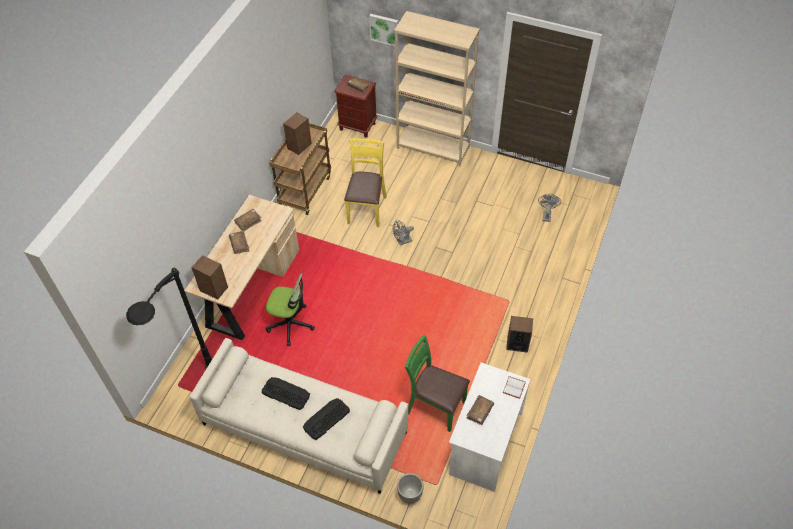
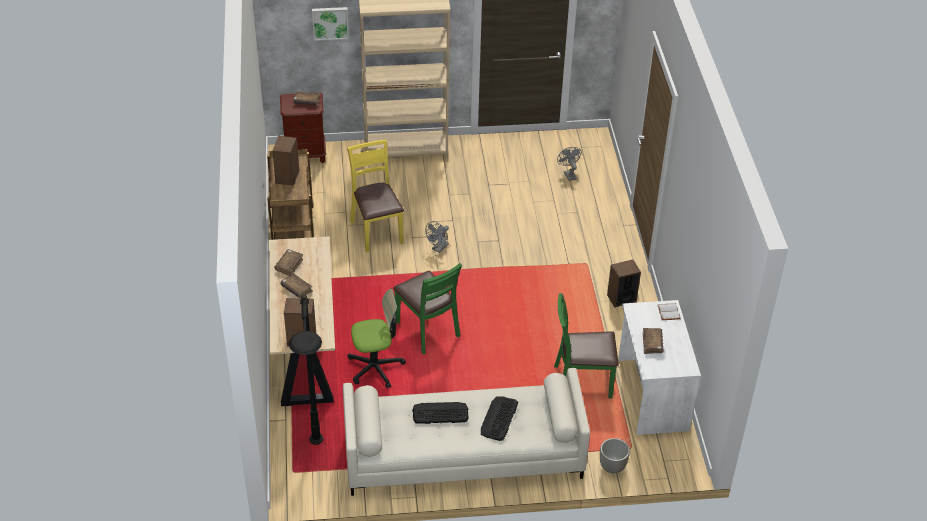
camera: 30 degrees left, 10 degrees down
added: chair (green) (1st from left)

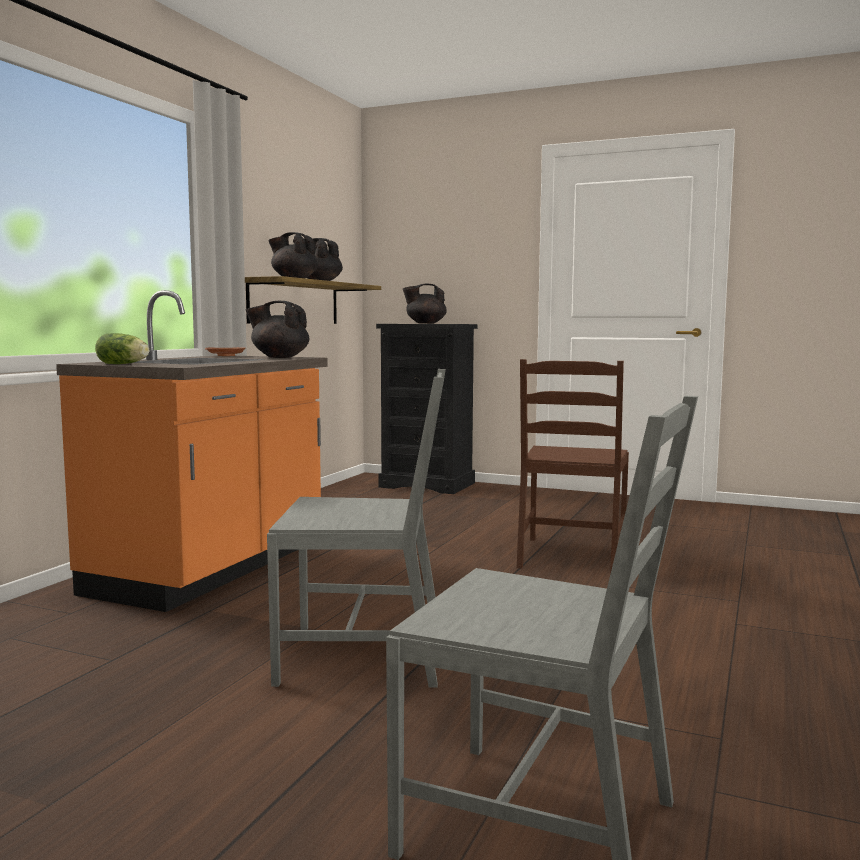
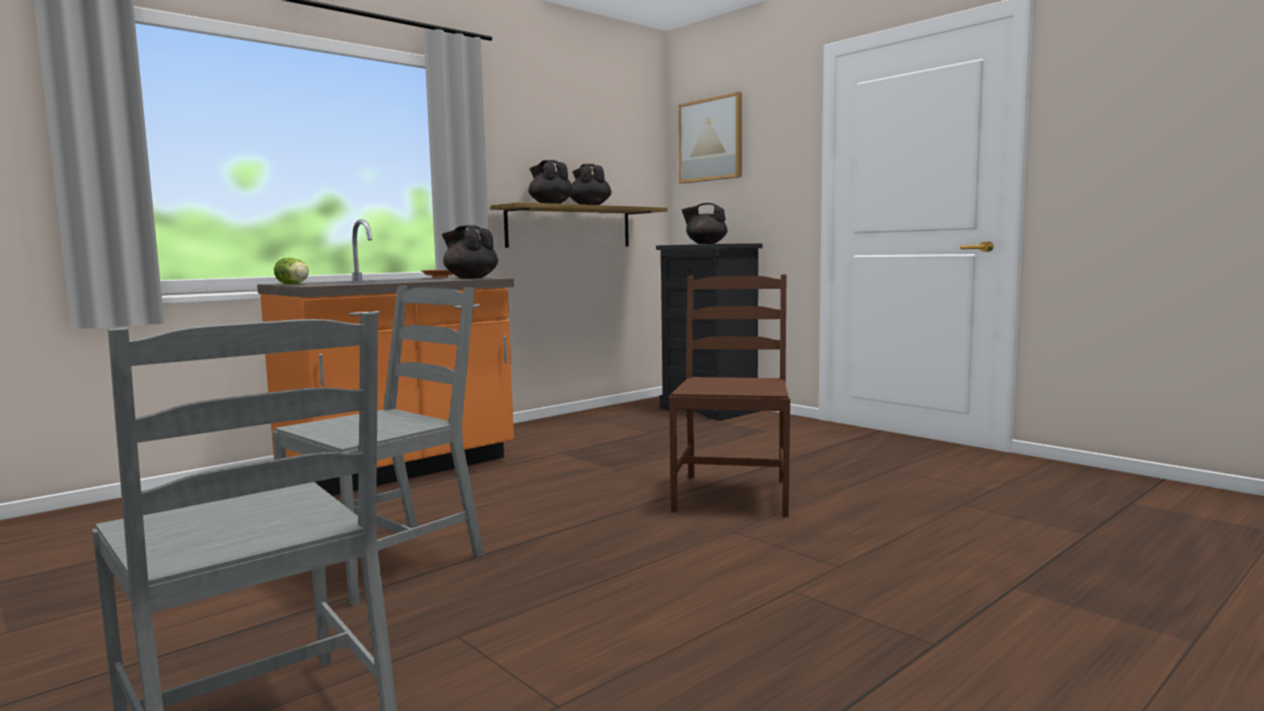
camera: 25 degrees right, 0 degrees up
added: picture
turned: chair (grey) (1st from left in the first image) 75 degrees counterclockwise; chair (brown) 150 degrees clockwise

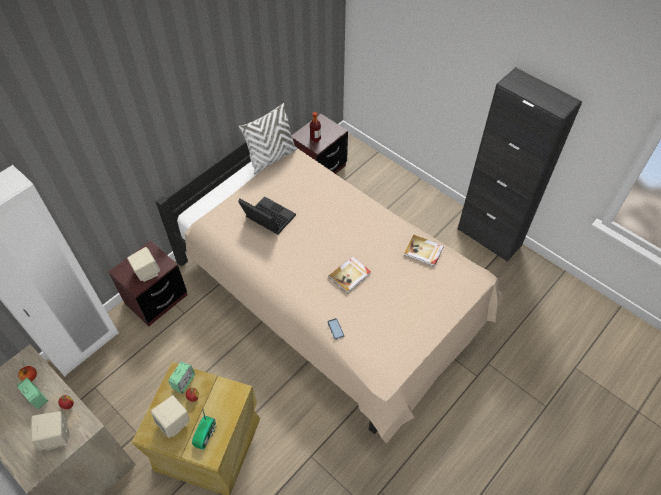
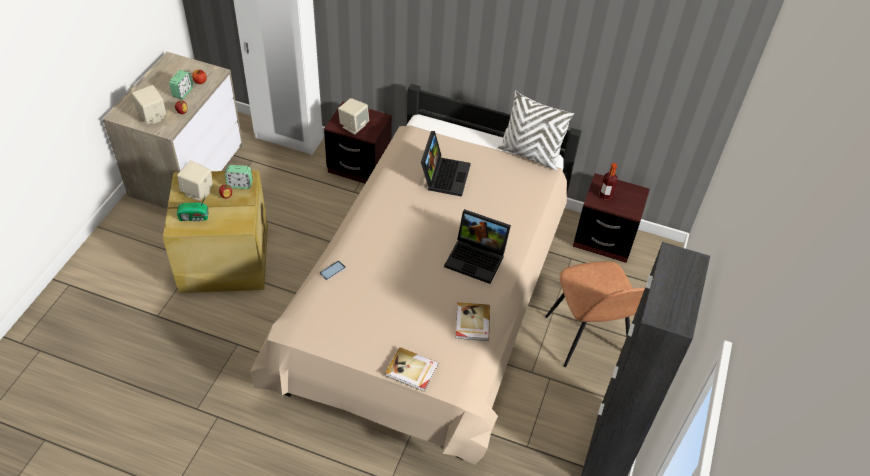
camera: 65 degrees right, 5 degrees down
added: laptop (2nd from left); chair (brown)
moved: book (1st from left)

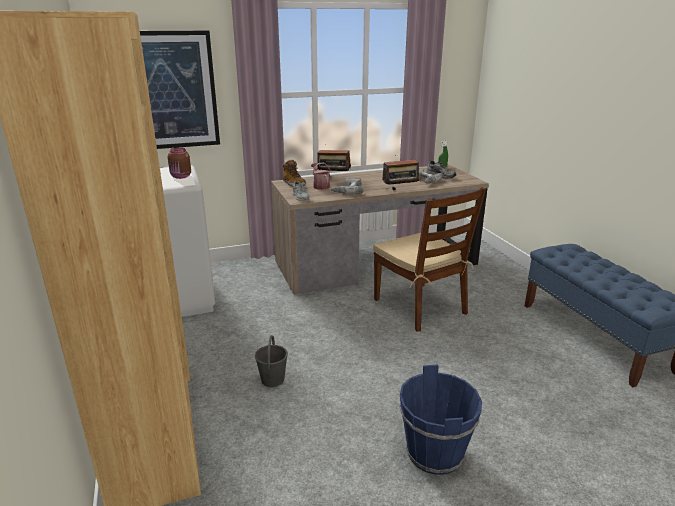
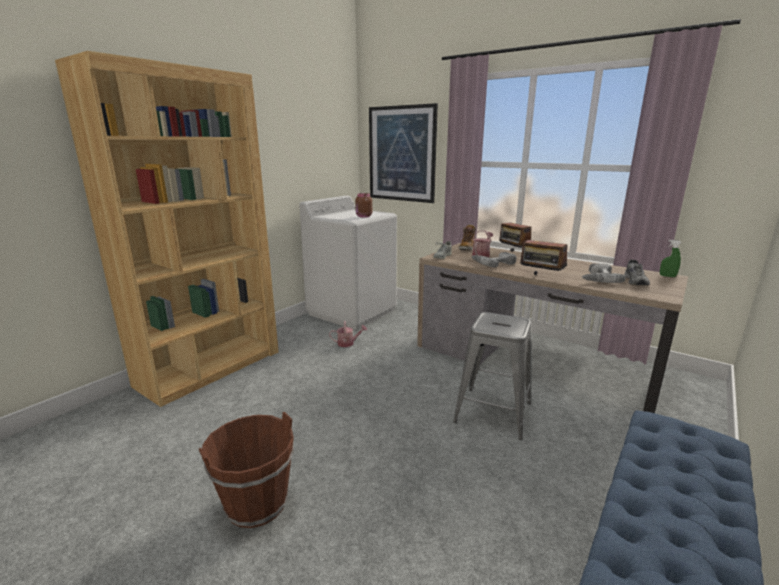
camera: 55 degrees right, 5 degrees down
removed: bucket (grey)
added: watering can (1st from left)
replaced: chair (brown) to stool (grey)
recoloured: bucket (blue) to bucket (brown)

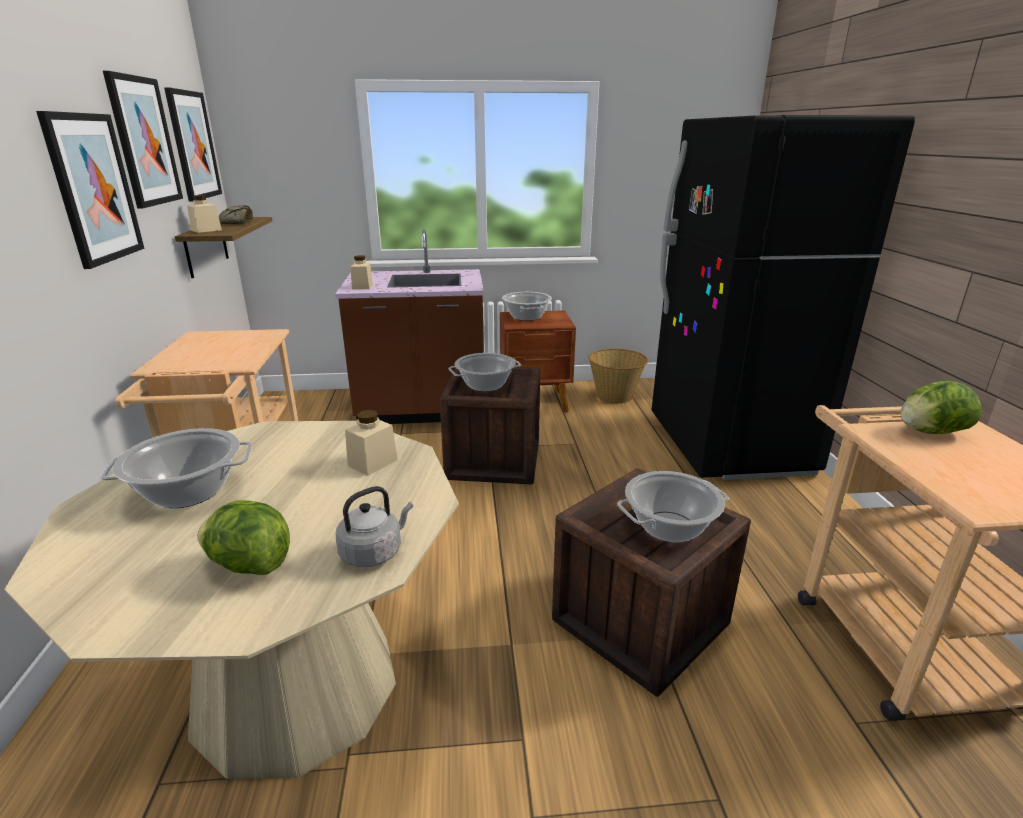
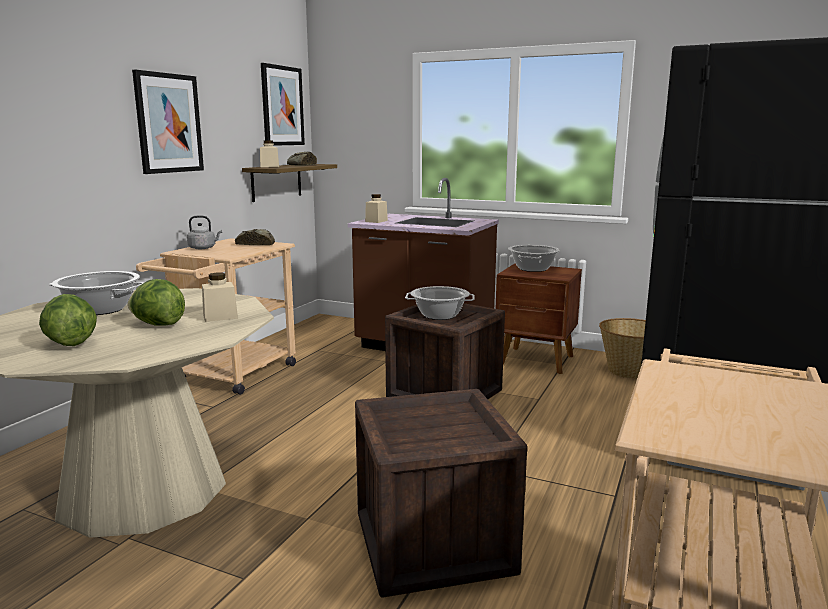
camera: 30 degrees right, 10 degrees down
removed: picture (2nd from left); cooking pot (4th from left)
added: bread (1st from left)
moved: lettuce (2nd from left); kettle (grey)

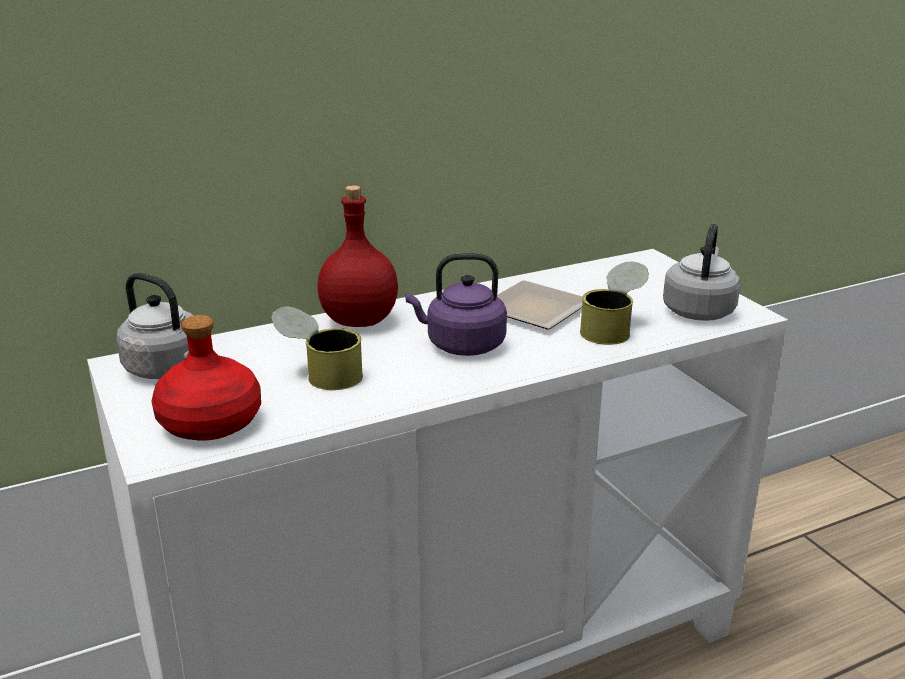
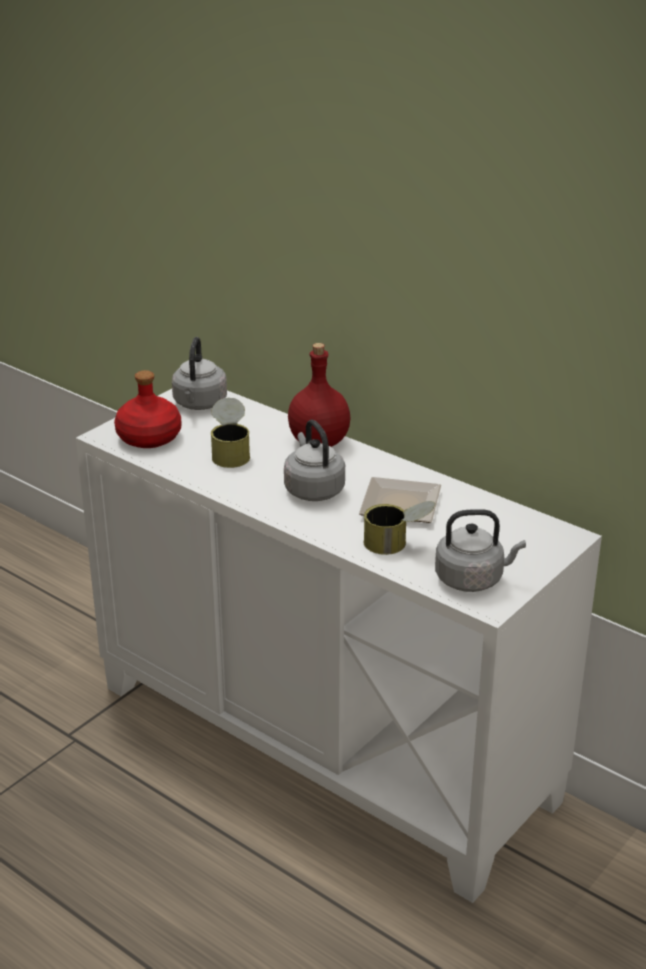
camera: 65 degrees right, 5 degrees up
recoloured: kettle (purple) to kettle (grey) (2nd from left)

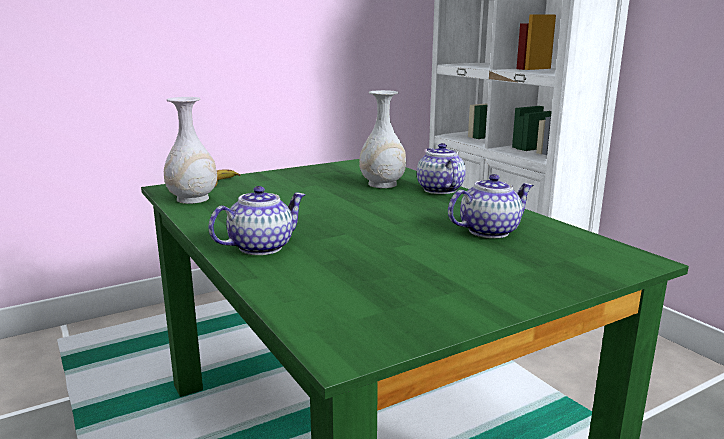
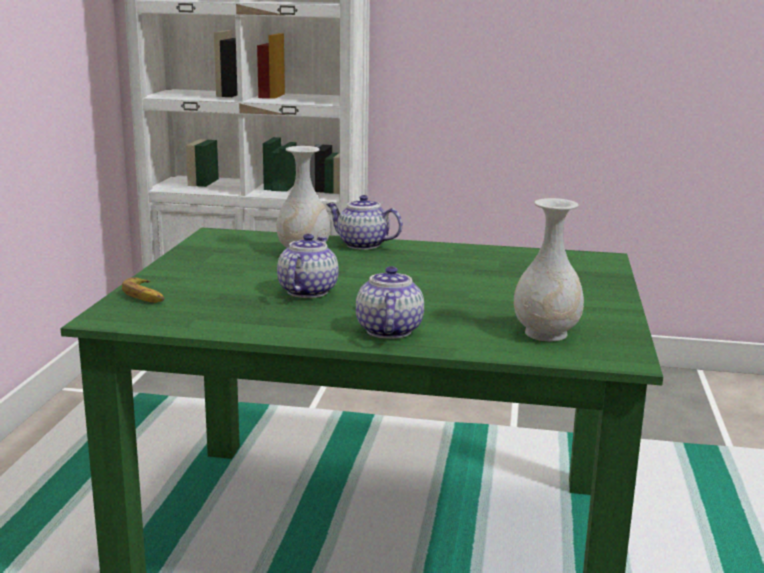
camera: 50 degrees left, 0 degrees up
moved: teapot (3rd from left in the first image) to teapot (1st from left); vase (white) (1st from left in the first image) to vase (white) (2nd from left)

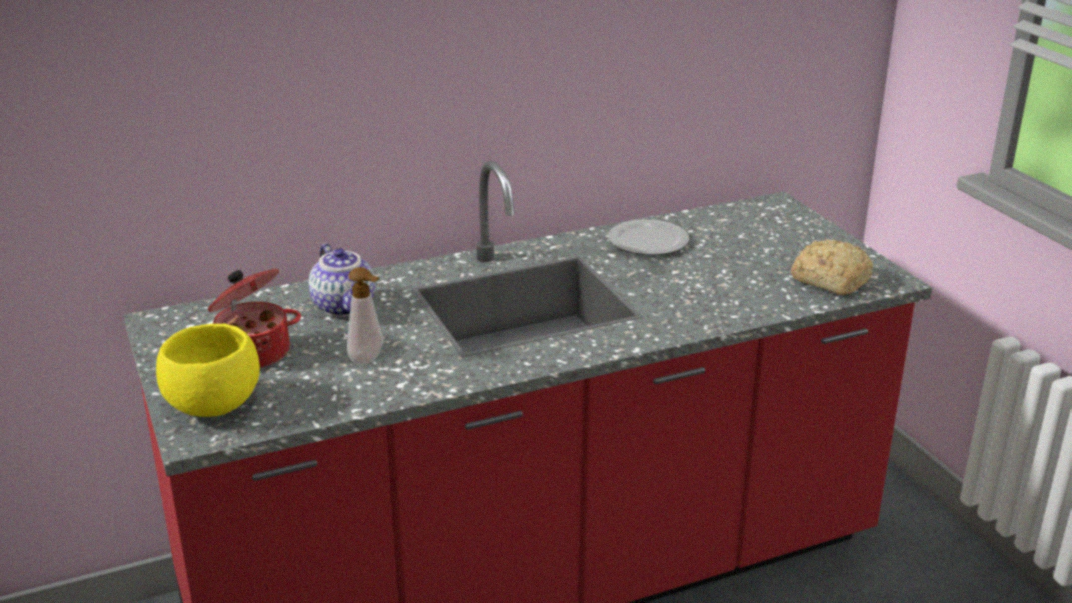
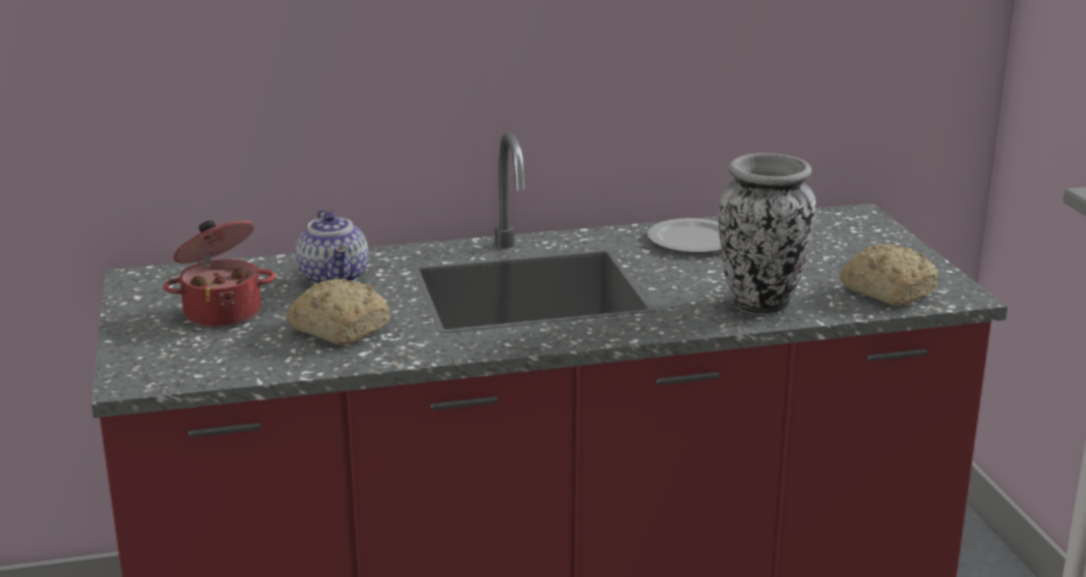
camera: 10 degrees right, 5 degrees down
removed: bowl (yellow)
added: vase
replaced: soap dispenser to bread (1st from left)

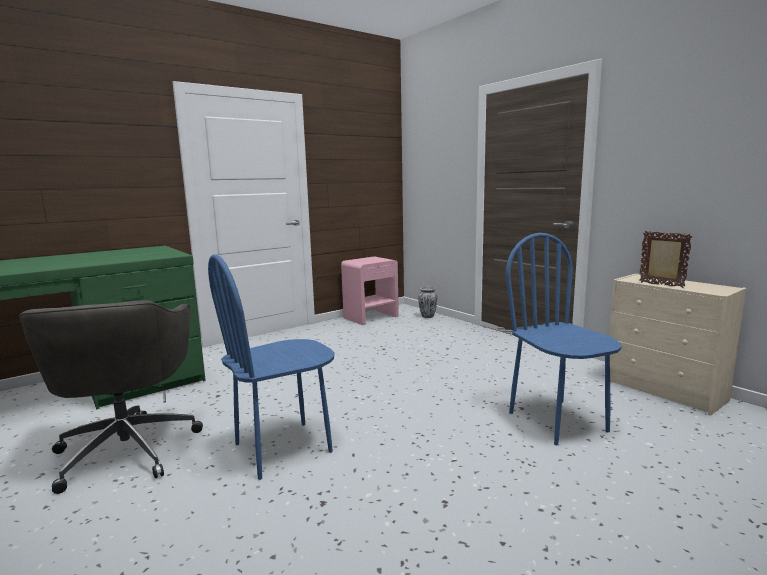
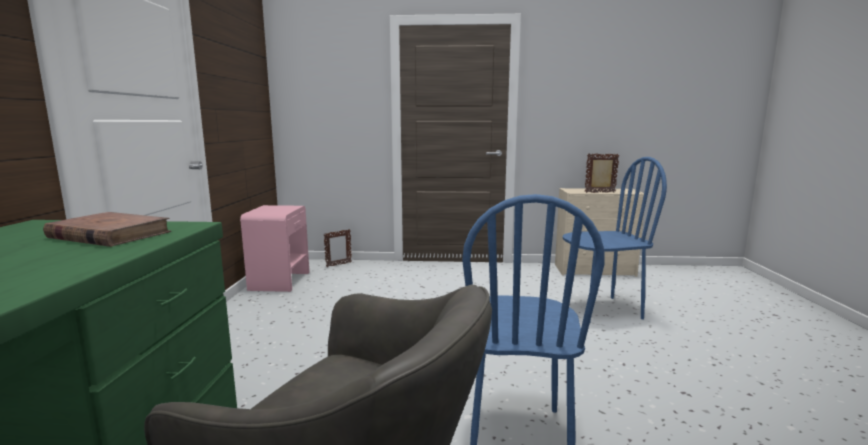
camera: 50 degrees left, 0 degrees up
added: book (brown)
replaced: vase to picture frame (1st from left)
turned: chair (blue) (2nd from left) 150 degrees clockwise

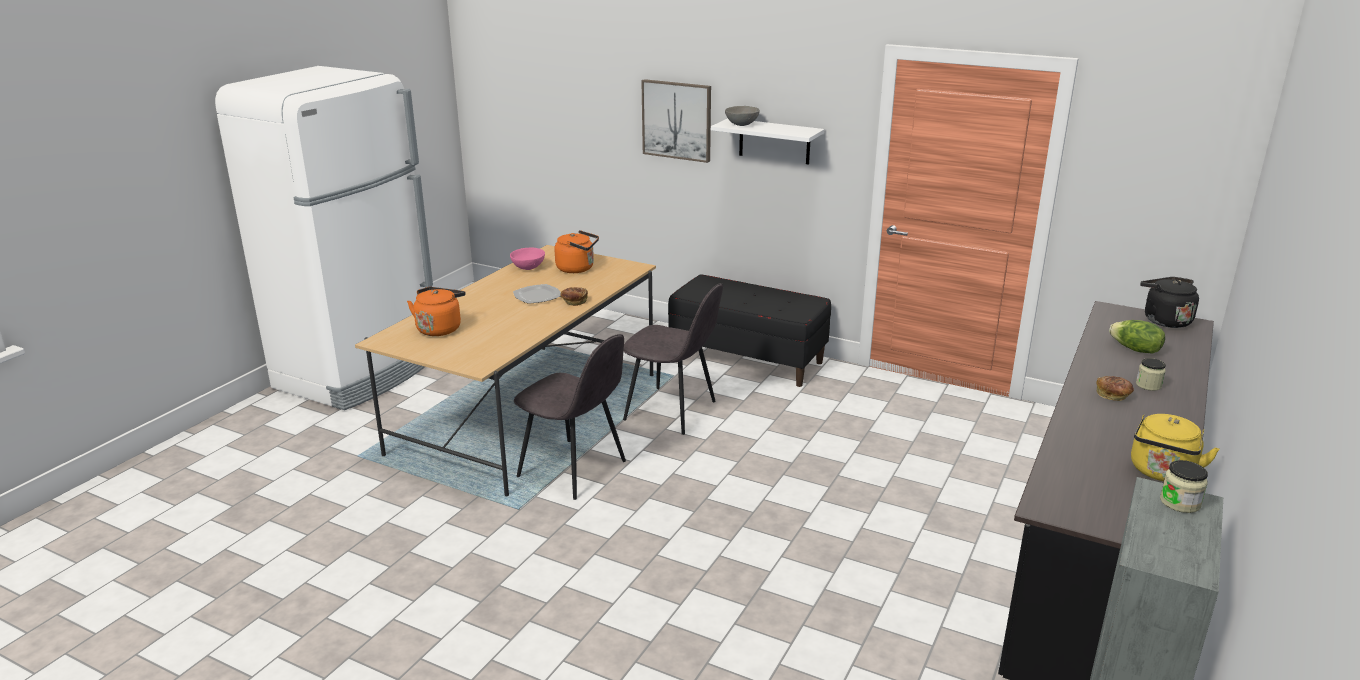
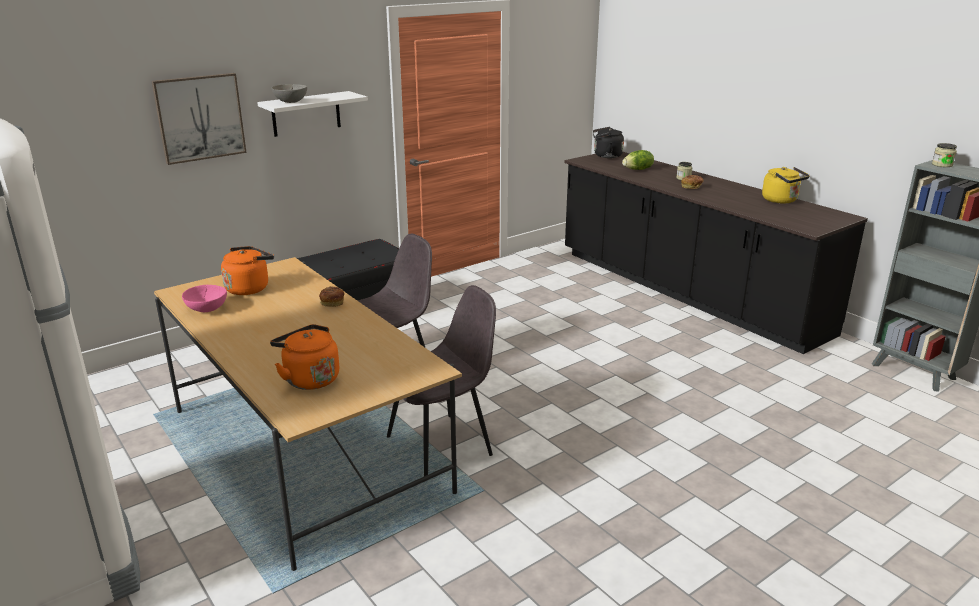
camera: 65 degrees left, 0 degrees up
removed: plate

